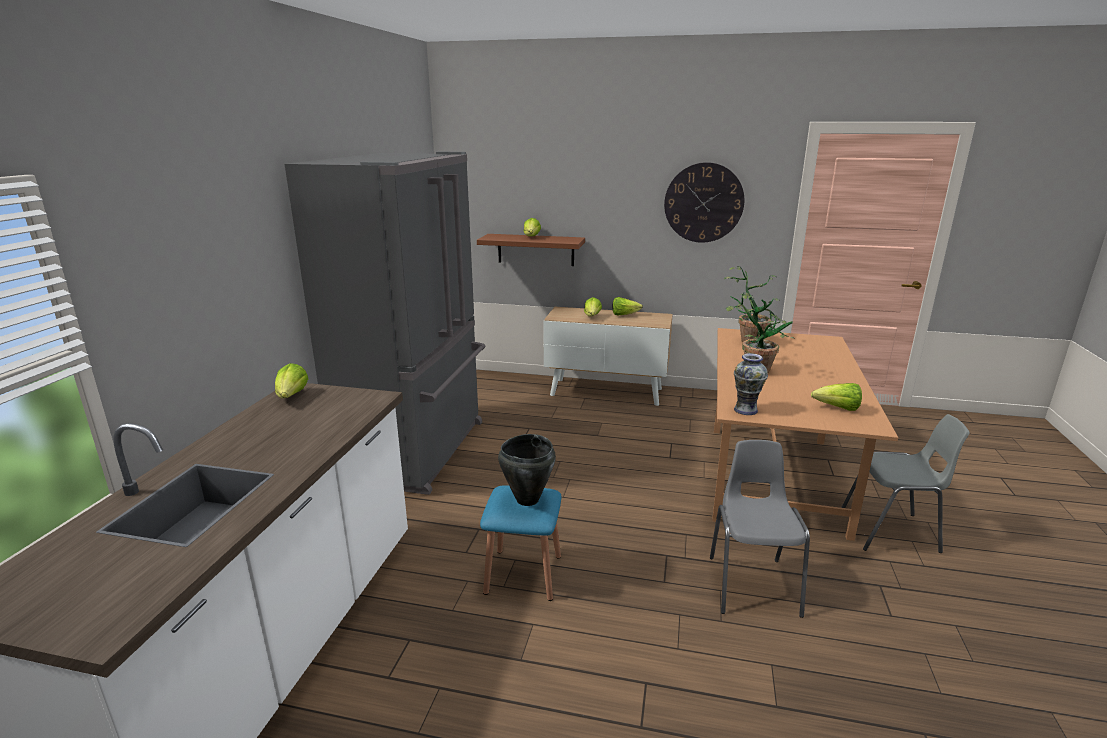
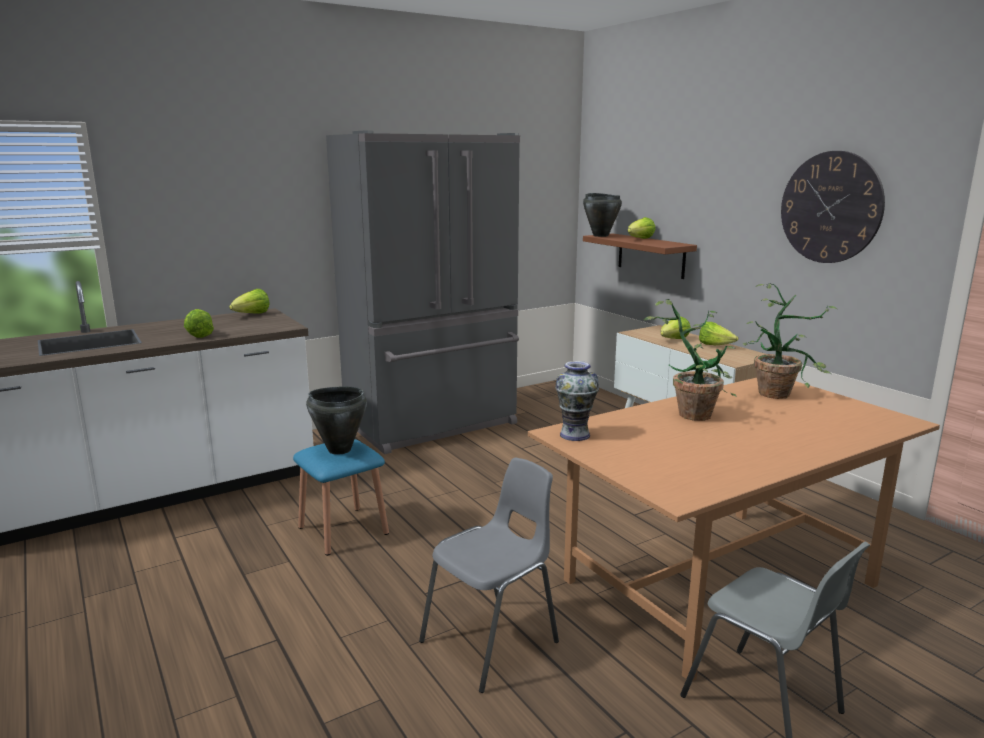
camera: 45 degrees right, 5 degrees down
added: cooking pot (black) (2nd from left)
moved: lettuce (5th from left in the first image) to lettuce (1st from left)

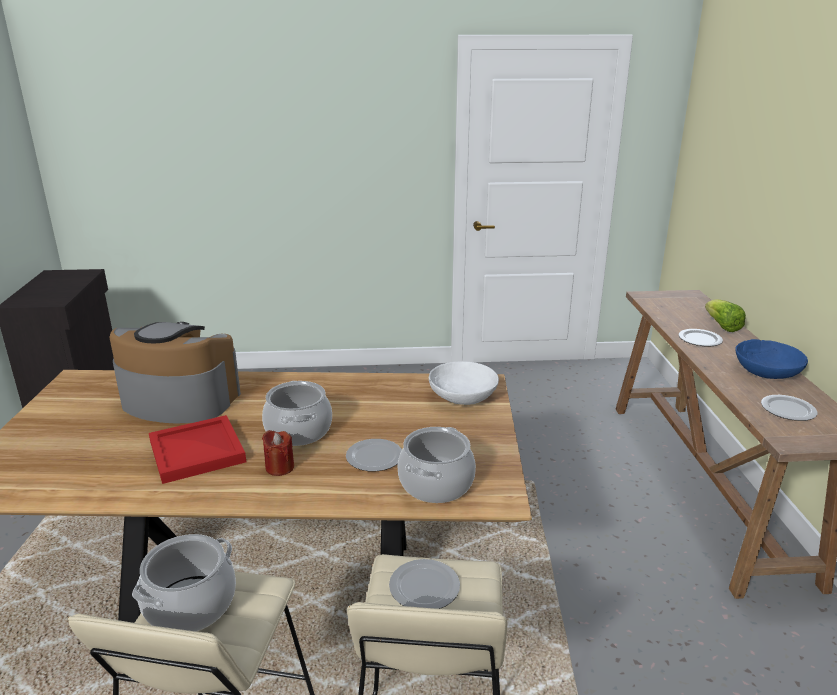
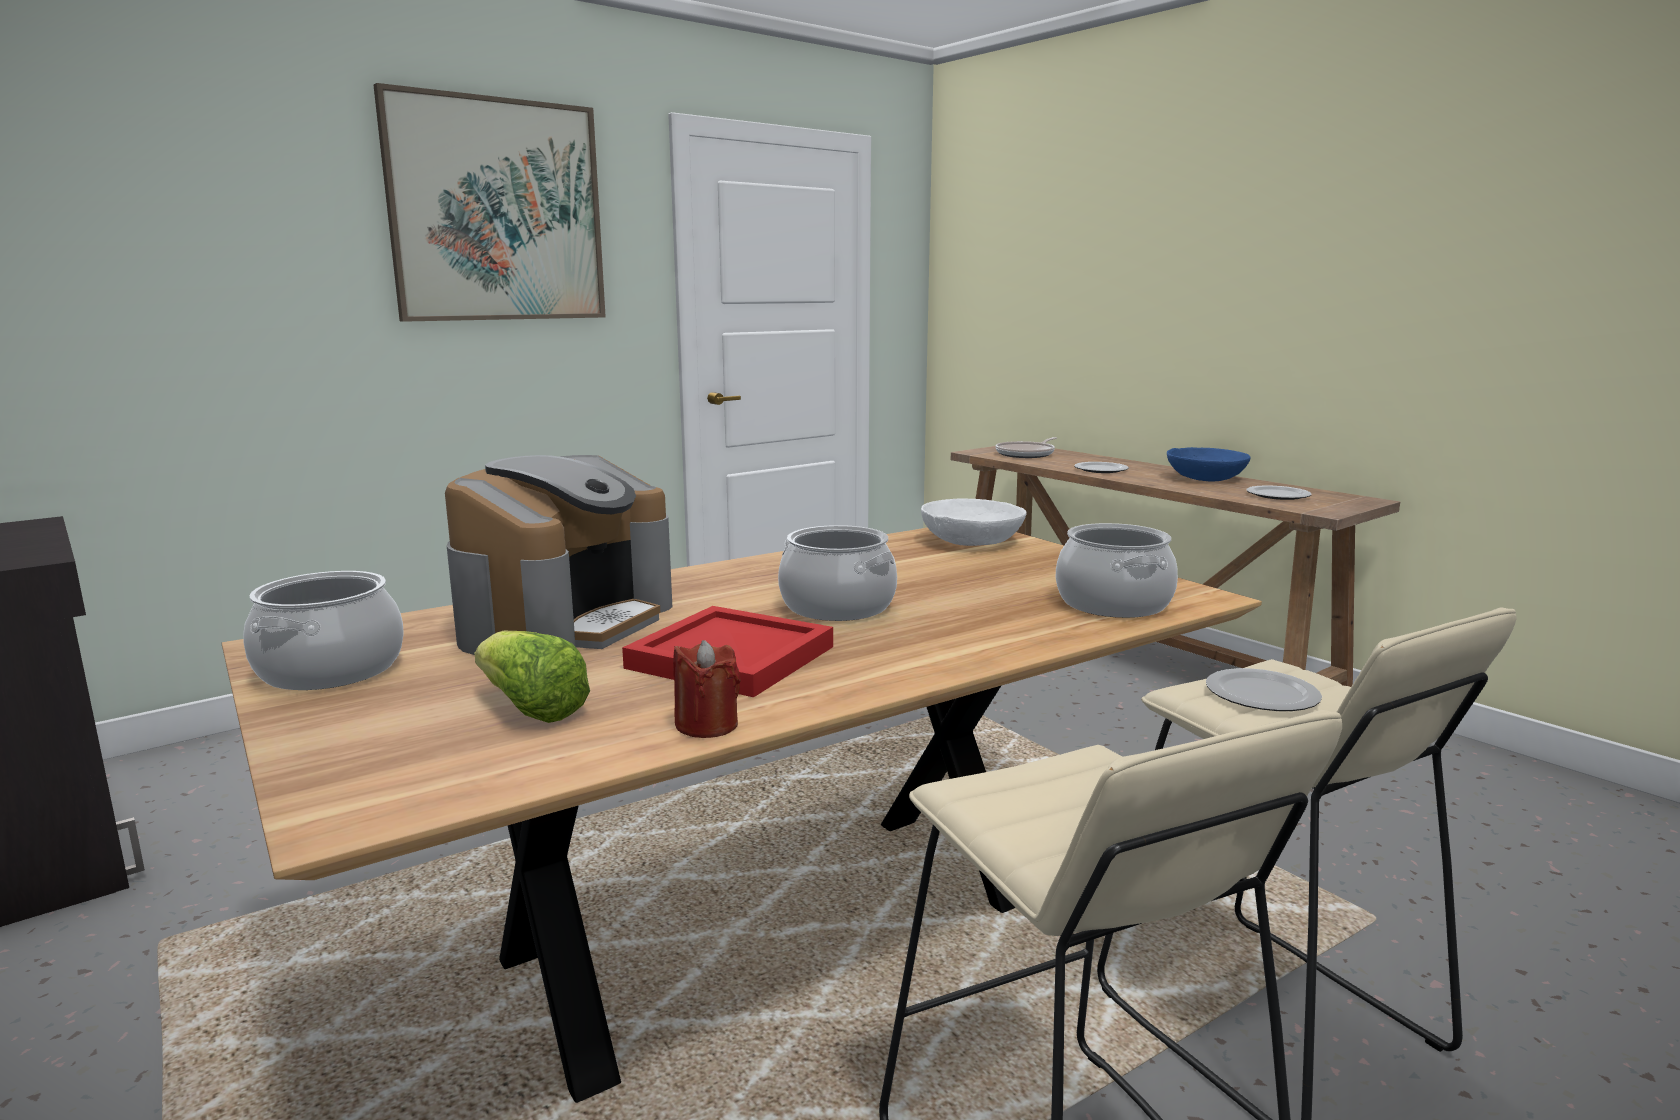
camera: 35 degrees left, 10 degrees down
removed: plate (1st from left)
added: picture; frying pan
moved: cooking pot (1st from left); lettuce; candle (red)
turned: coffee machine 135 degrees clockwise

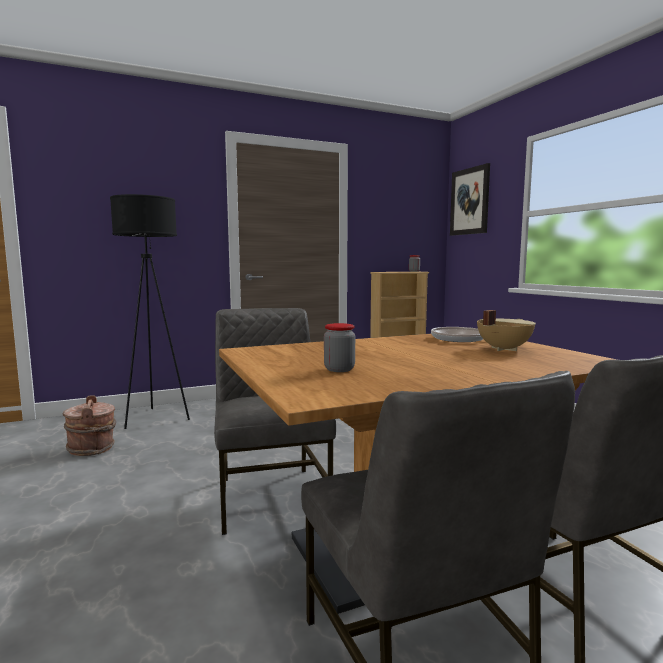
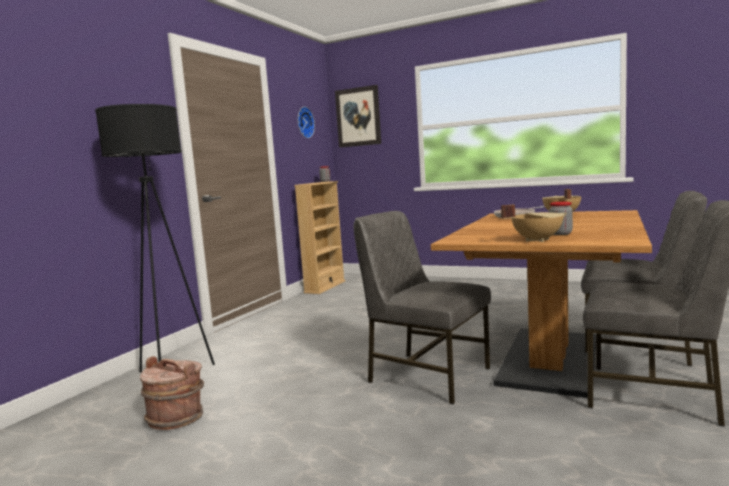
camera: 40 degrees left, 0 degrees up
added: wall clock; cooking pot (beige) (1st from left)

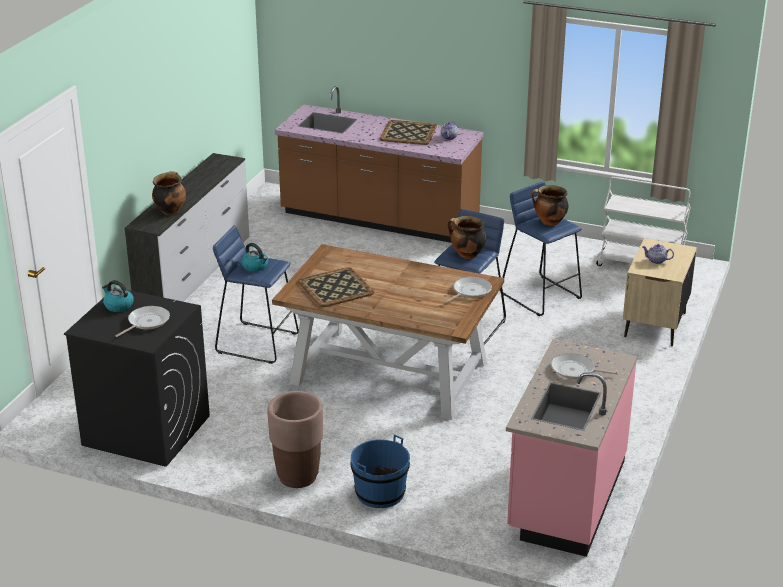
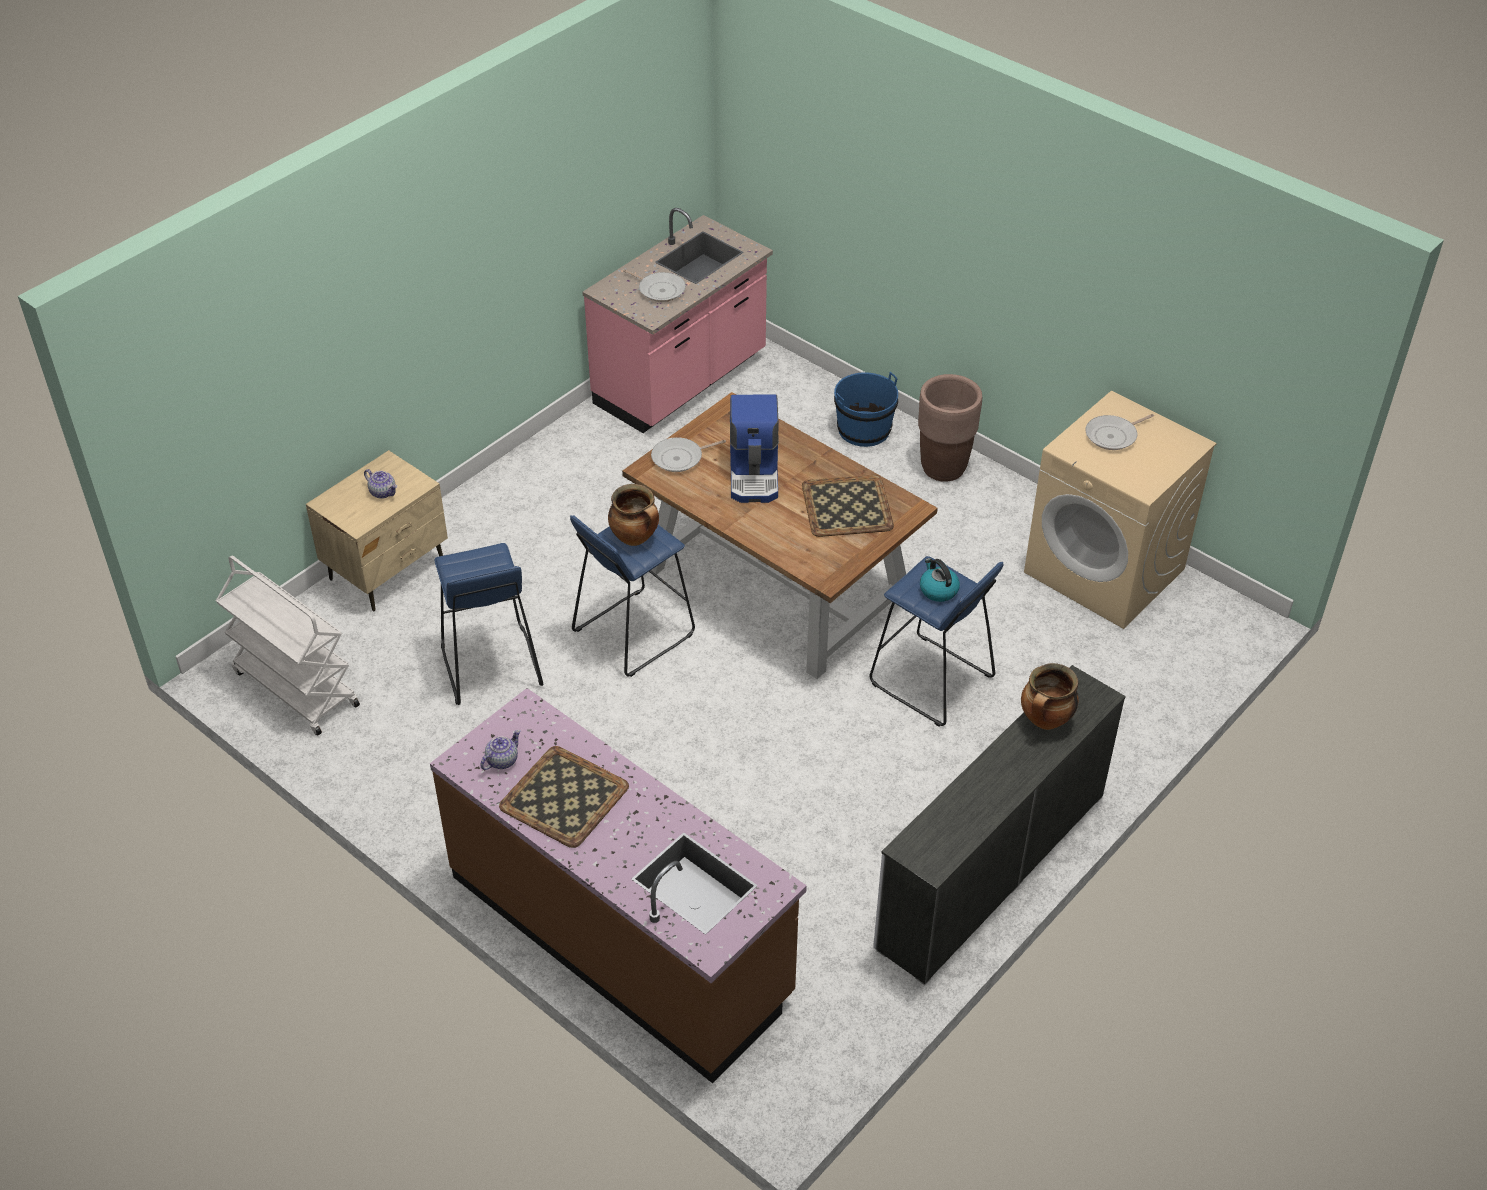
camera: 160 degrees left, 15 degrees up
removed: kettle (1st from left); cooking pot (3rd from left)
added: coffee machine
recoloured: washing machine (black) to washing machine (beige)

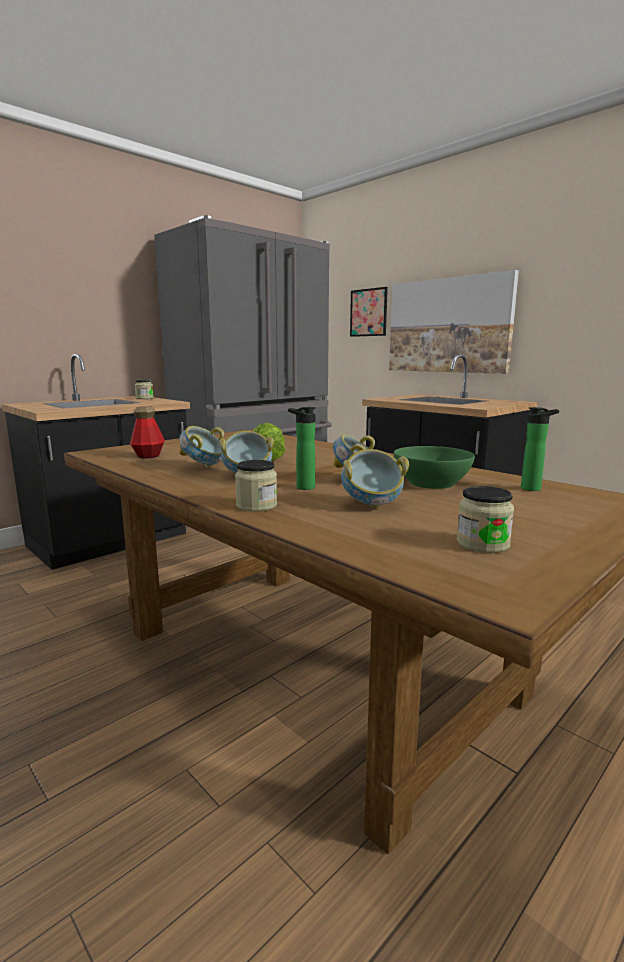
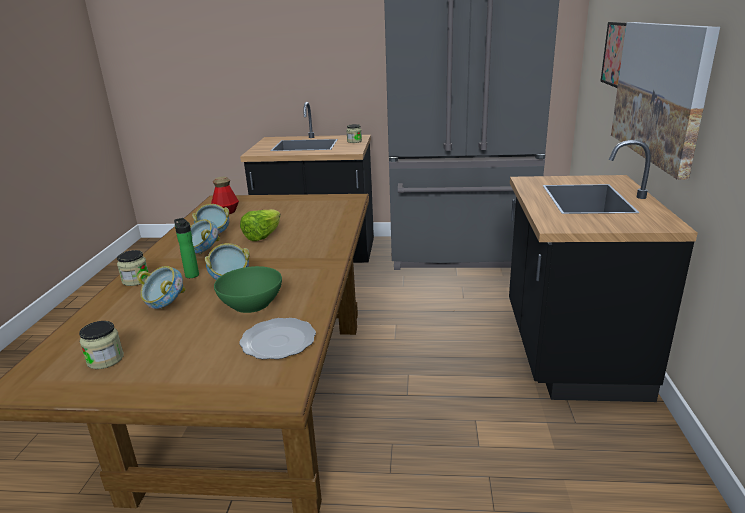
camera: 50 degrees right, 10 degrees up
replaced: bottle (3rd from left) to plate

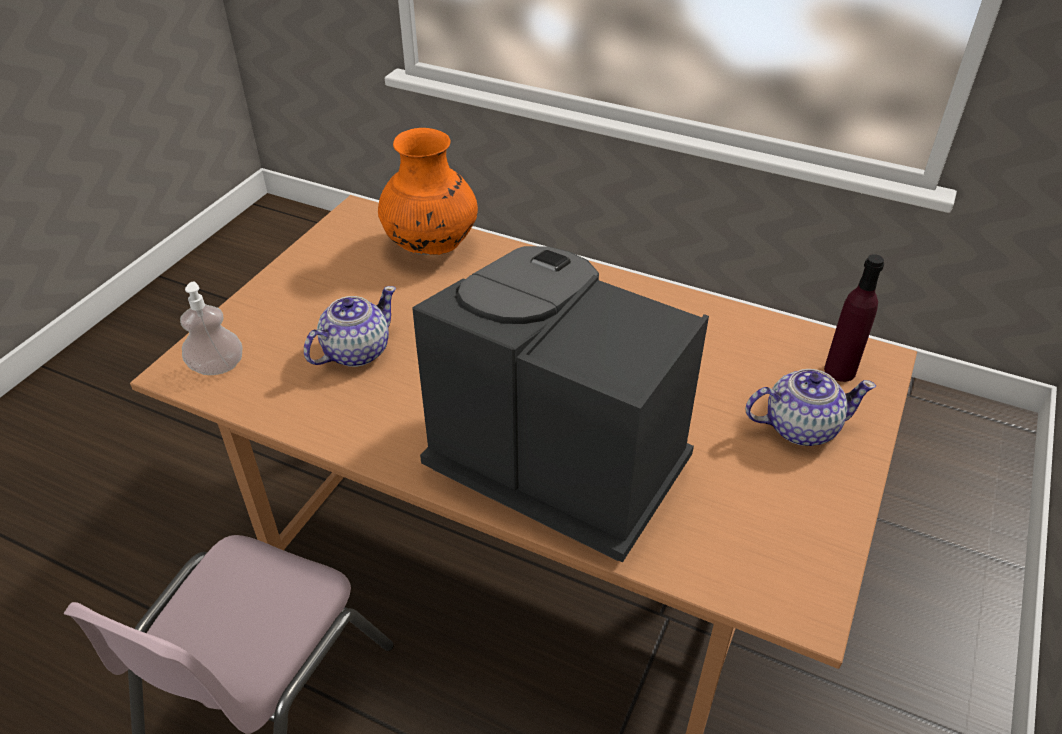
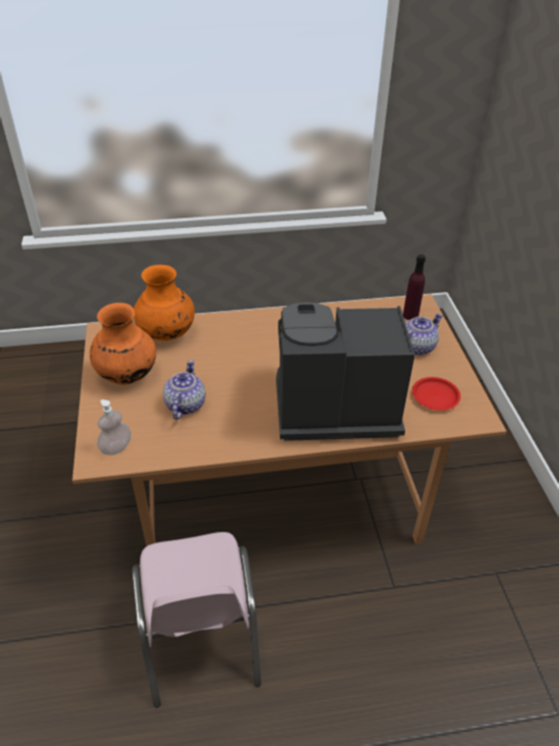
camera: 35 degrees left, 0 degrees up
added: vase (orange) (1st from left); plate (red)

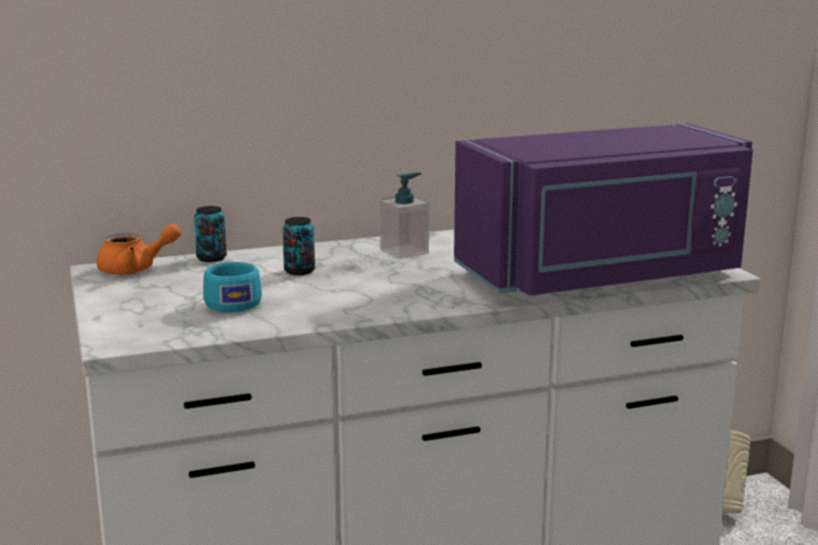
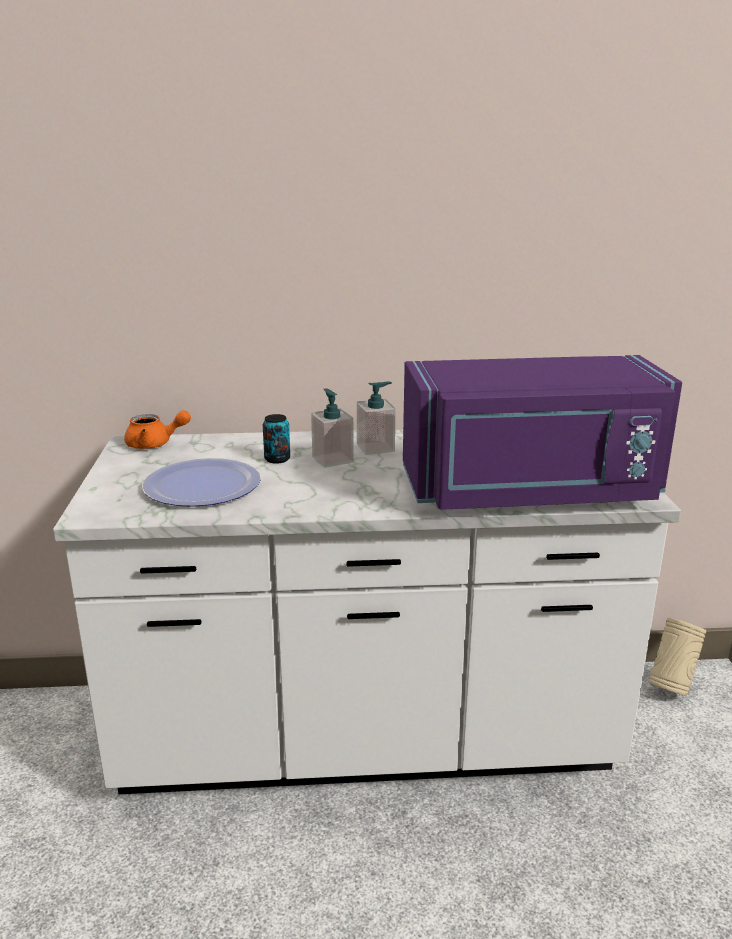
camera: 15 degrees right, 5 degrees up
removed: can (1st from left)
added: soap dispenser (1st from left)
replaced: cup (turquoise) to plate

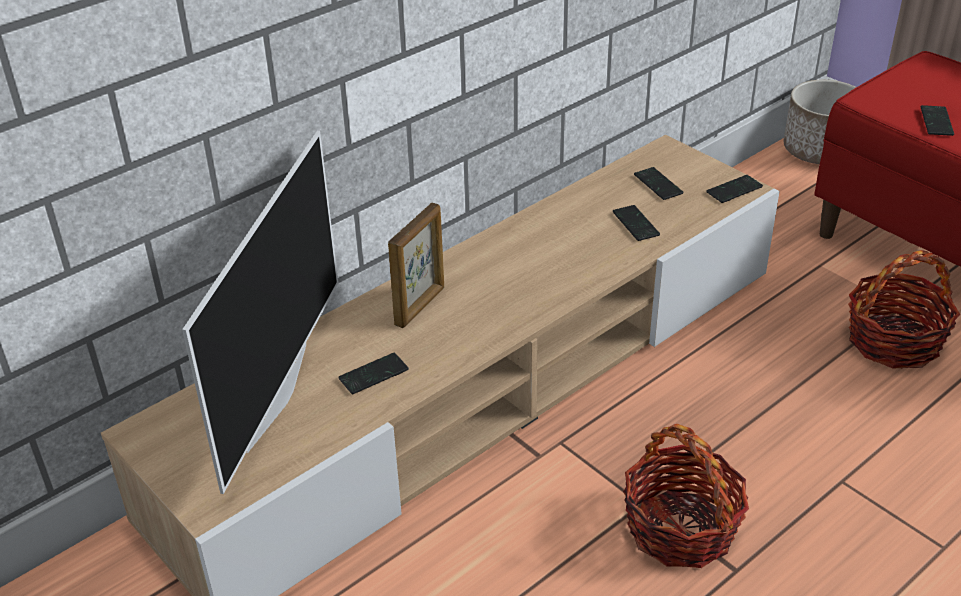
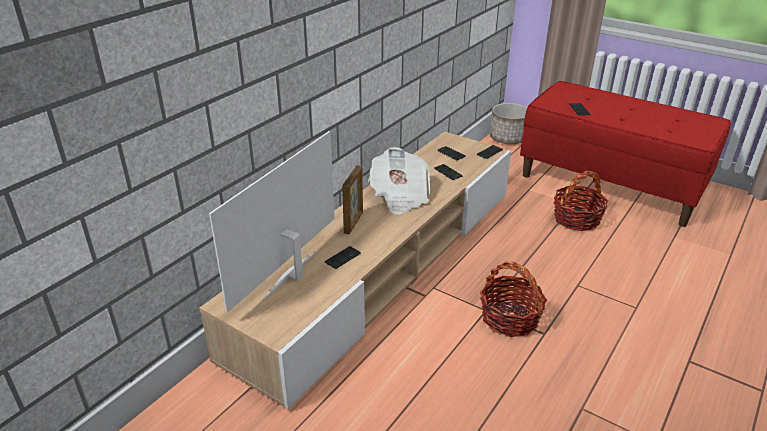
camera: 15 degrees left, 5 degrees down
added: newspaper
turned: television 150 degrees counterclockwise

